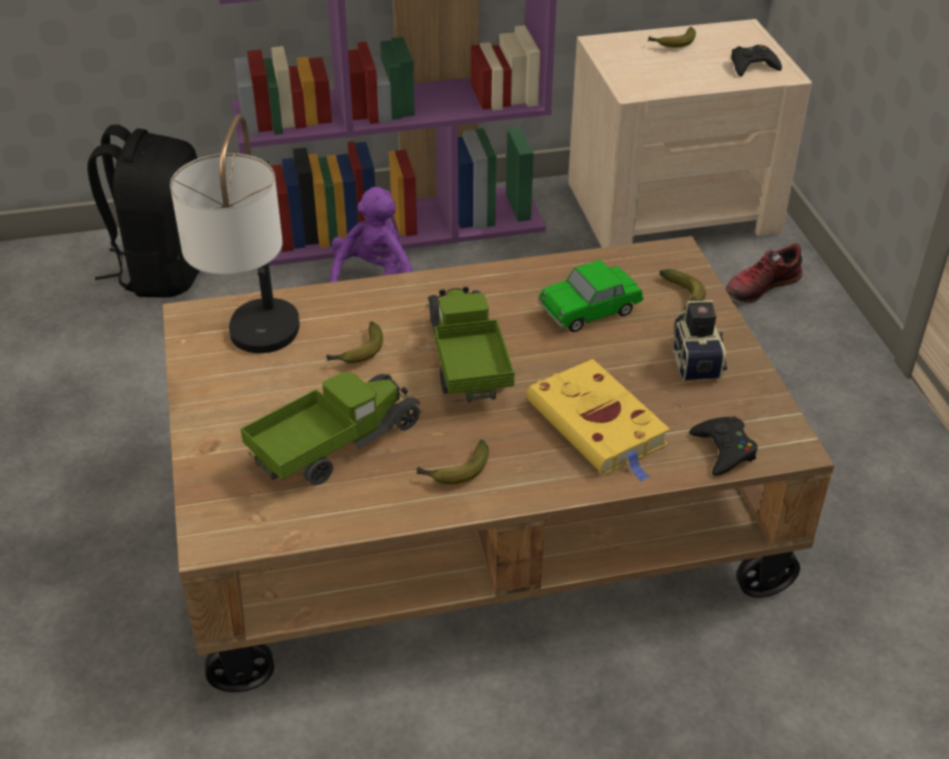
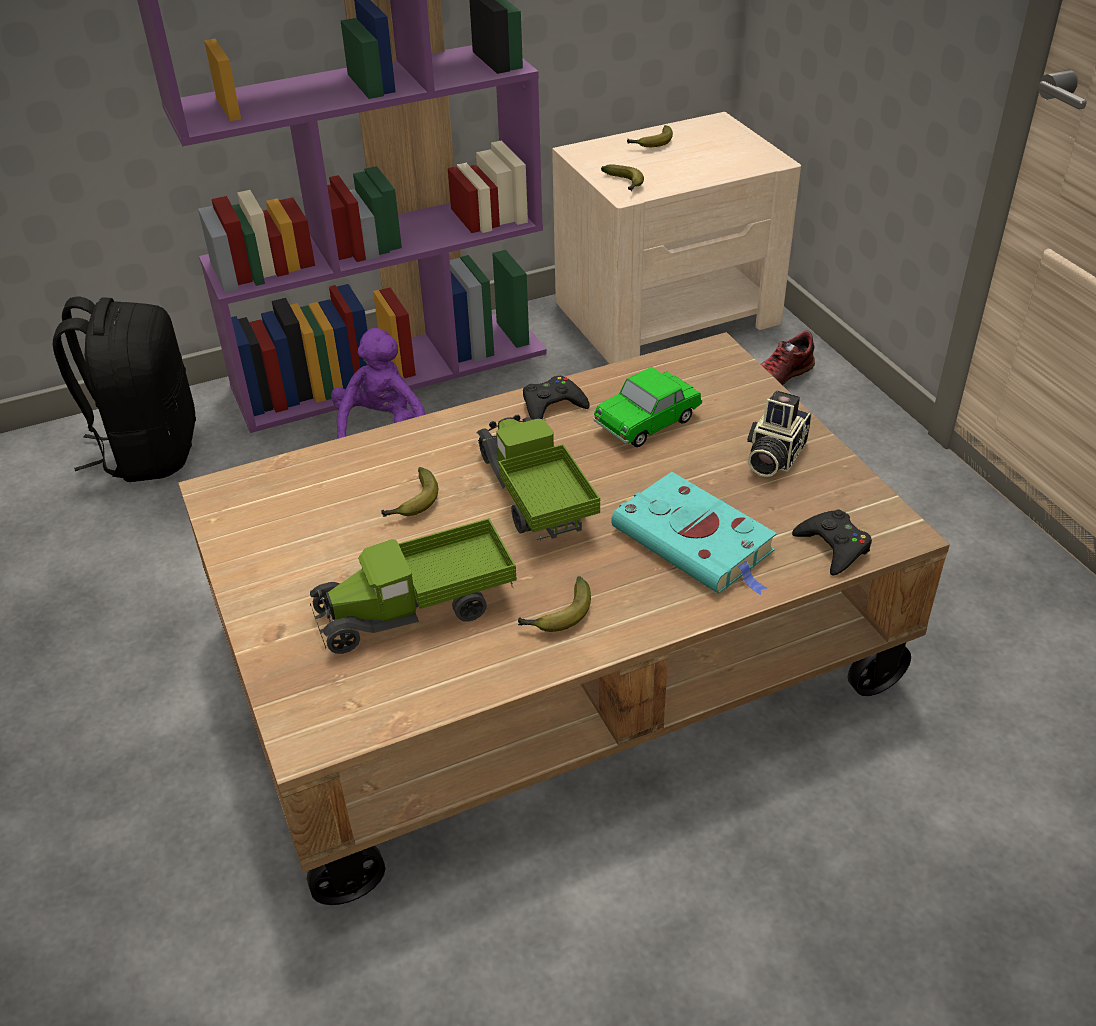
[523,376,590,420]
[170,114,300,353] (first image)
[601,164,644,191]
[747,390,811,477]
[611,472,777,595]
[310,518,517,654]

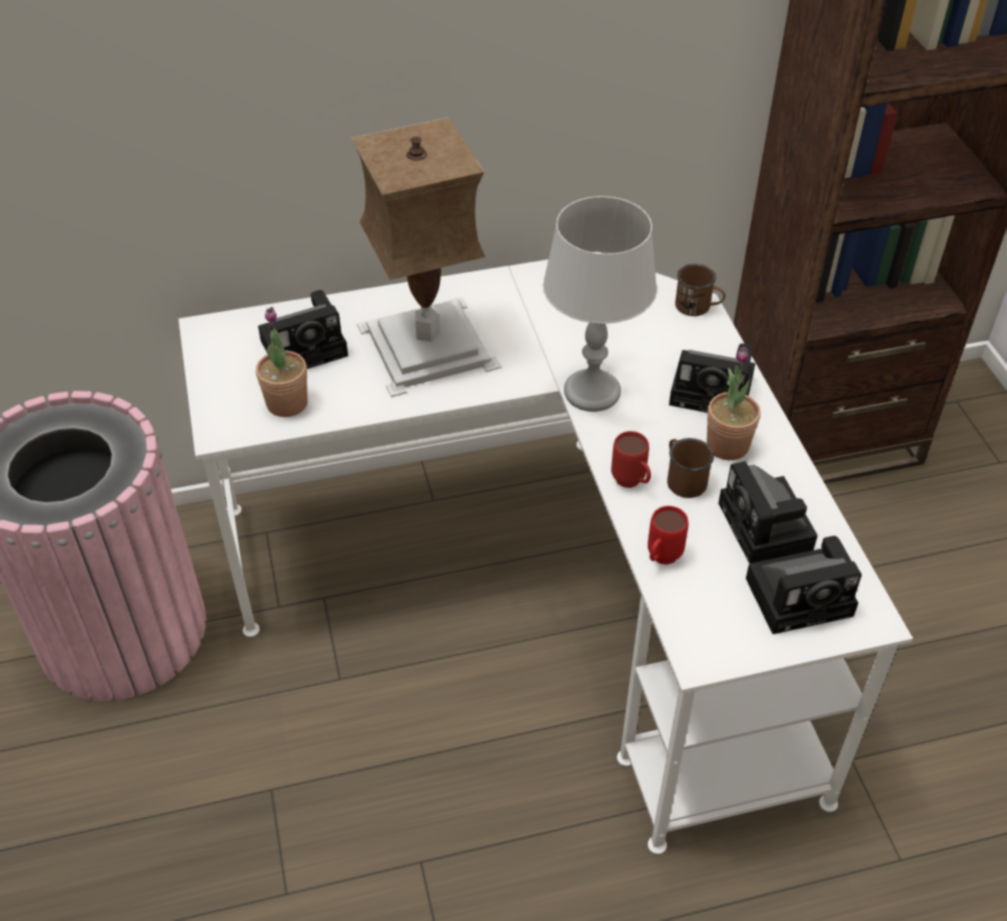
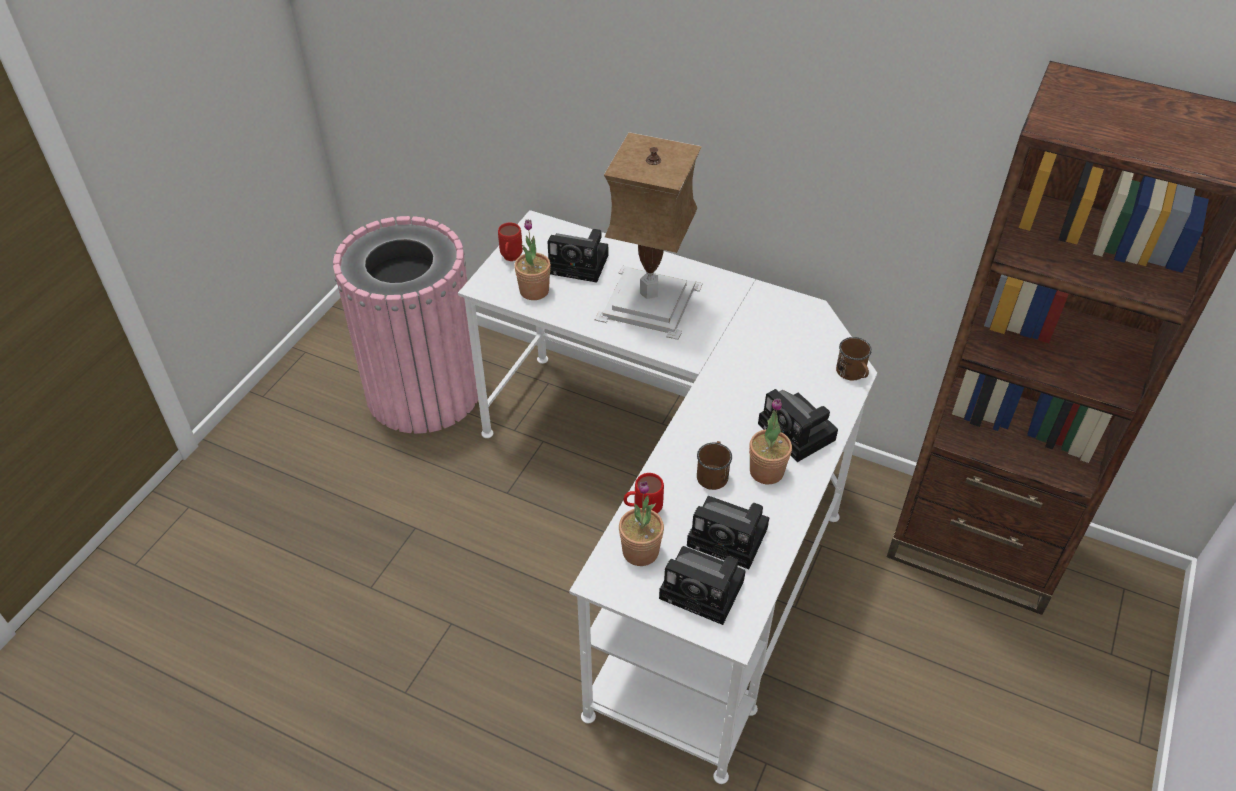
[543,196,657,412] (first image)
[498,223,523,261]
[687,496,769,569]
[619,481,664,566]

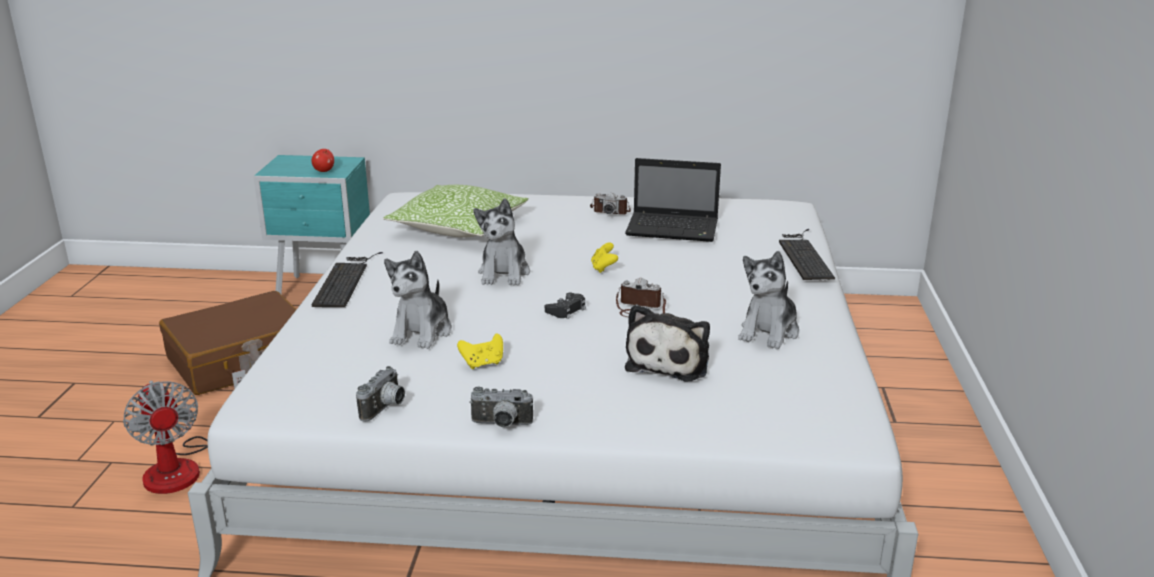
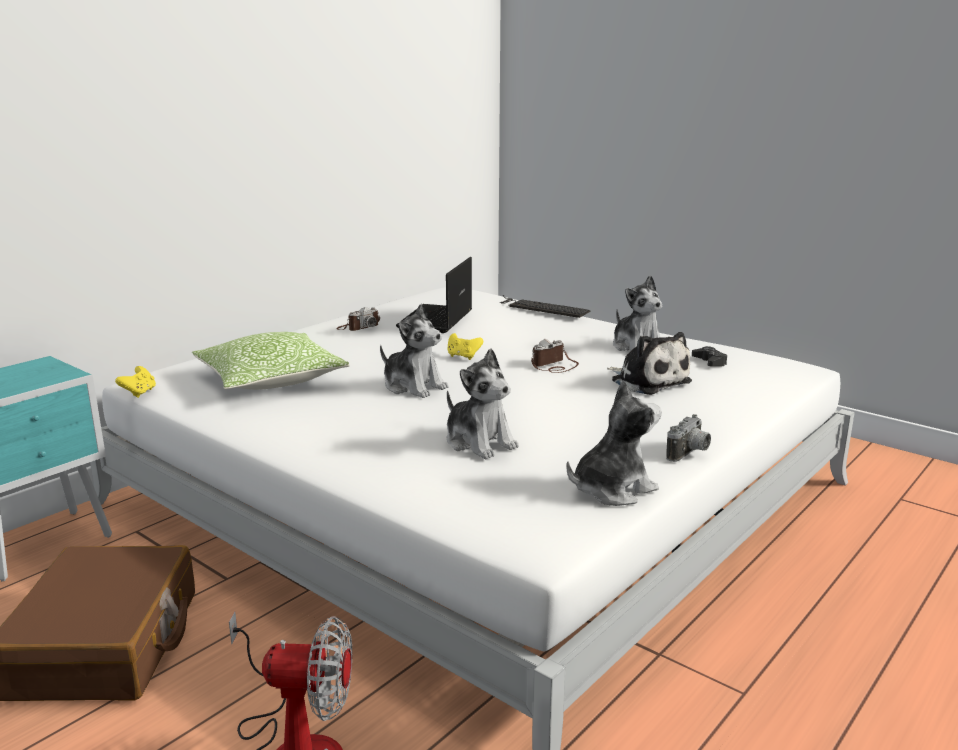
[311,149,334,172] (first image)
[396,257,472,333]
[312,252,383,307] (first image)
[692,346,727,367]
[115,366,156,398]
[566,380,662,506]

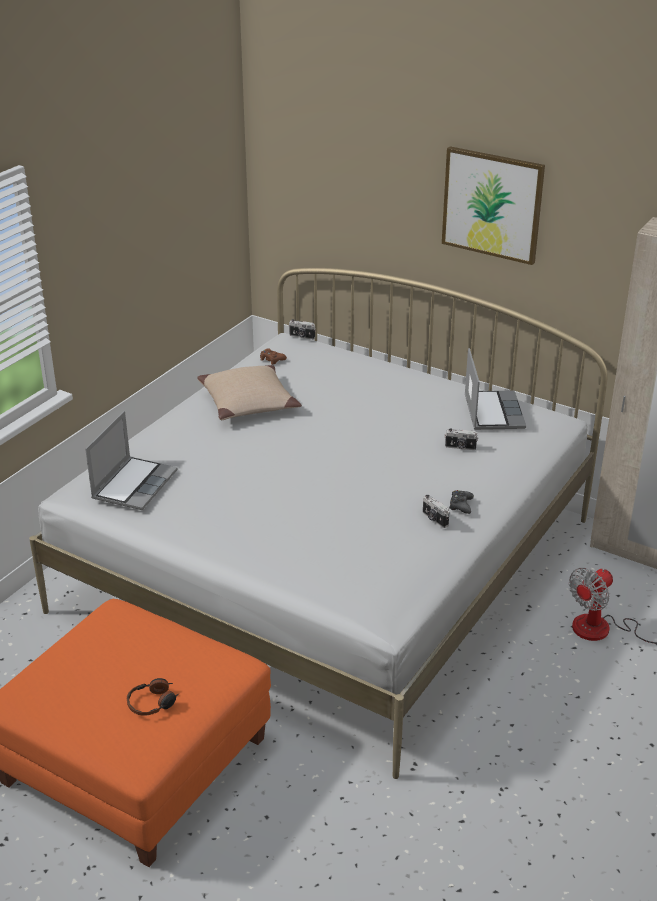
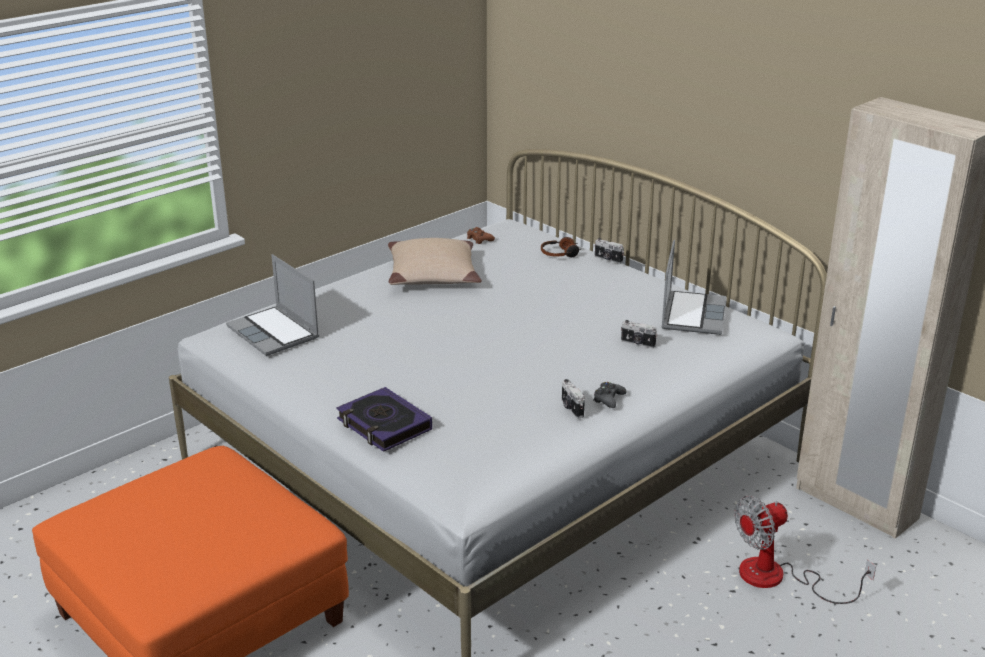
[442,146,545,265] (first image)
[595,238,624,264]
[226,254,319,356]
[541,237,581,257]
[336,387,432,452]

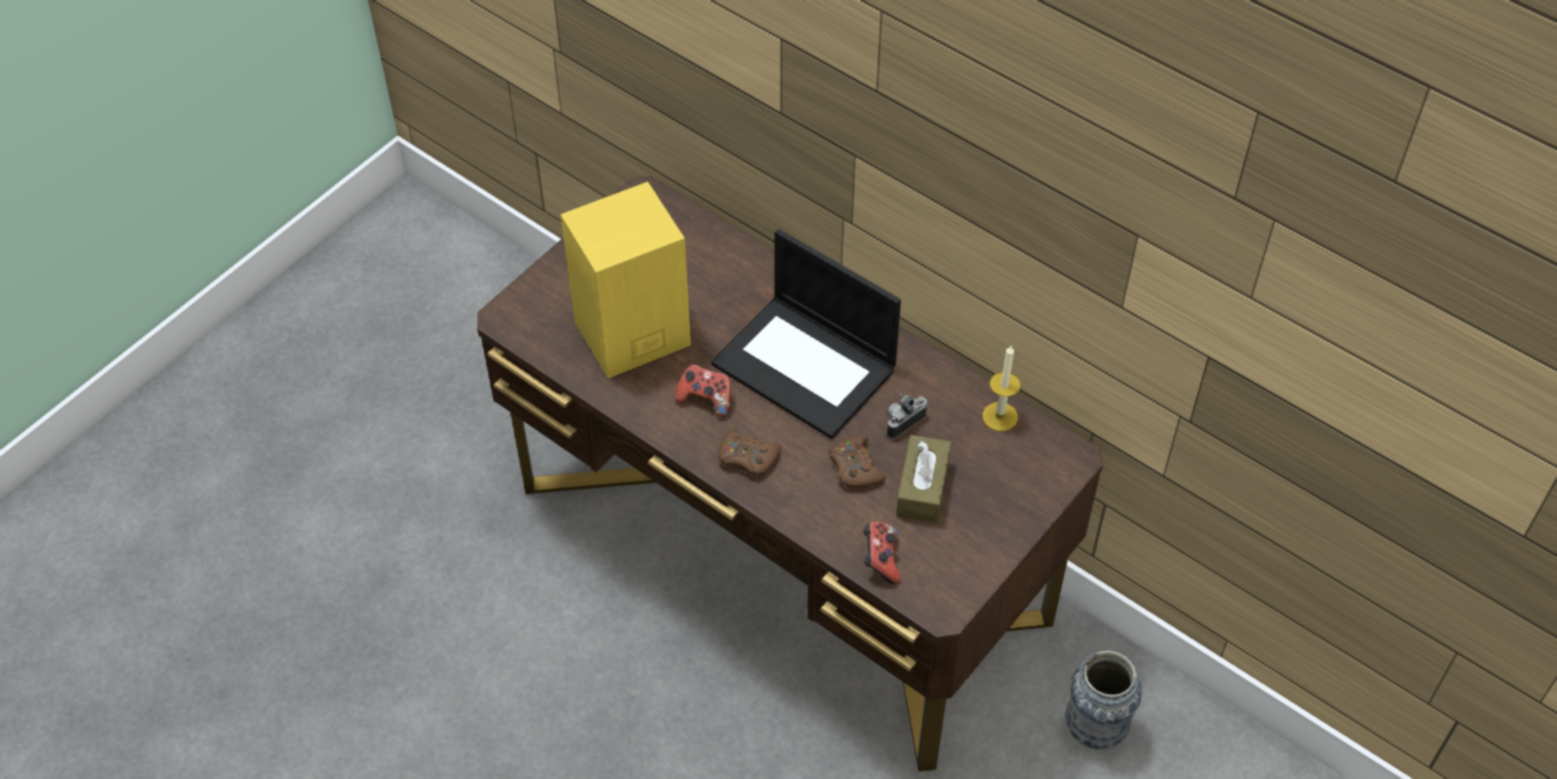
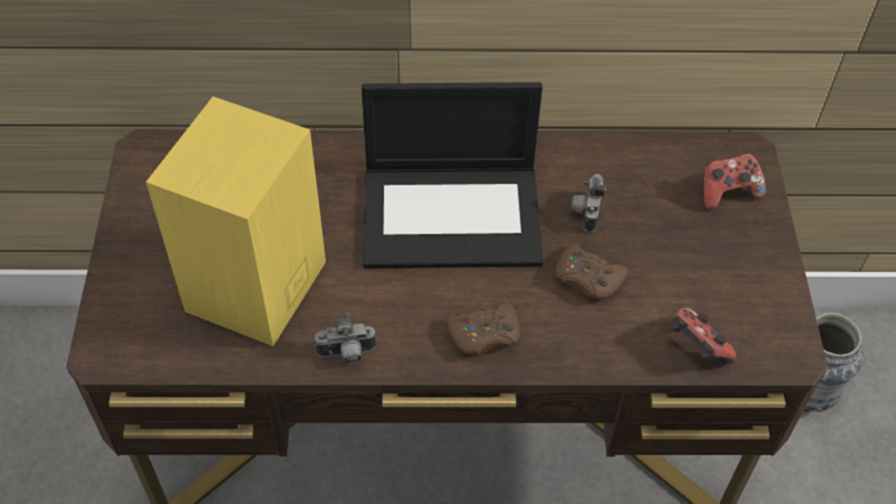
[982,346,1021,431] (first image)
[703,153,766,210]
[896,435,951,524] (first image)
[315,313,376,364]

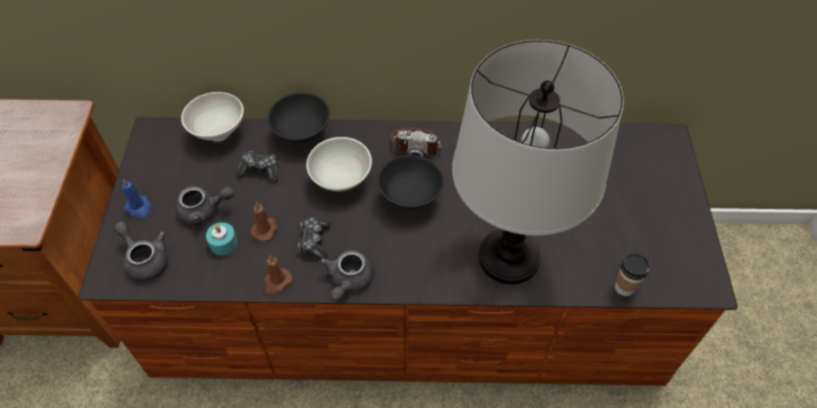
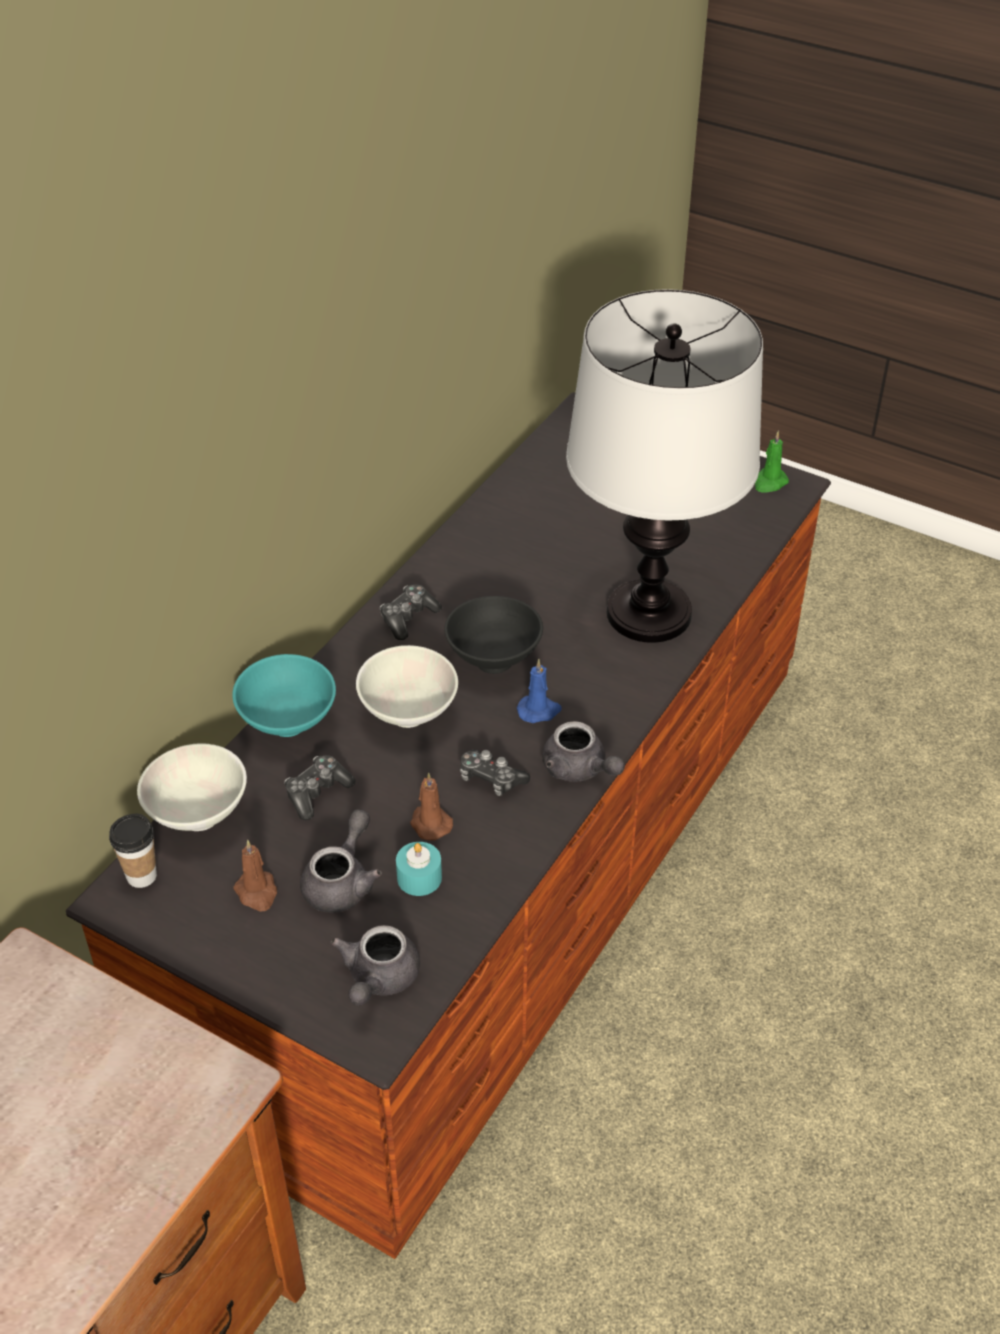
[232,654,336,737]
[380,585,442,640]
[517,659,562,723]
[331,925,420,1005]
[109,814,157,888]
[233,840,277,912]
[755,431,789,493]

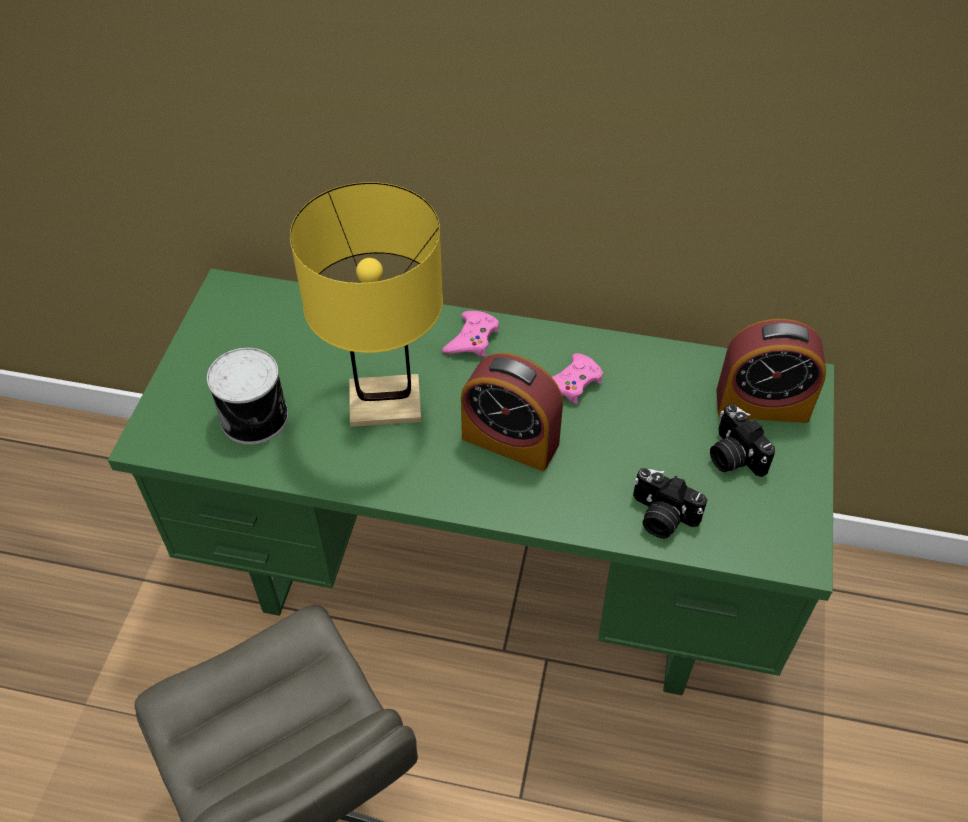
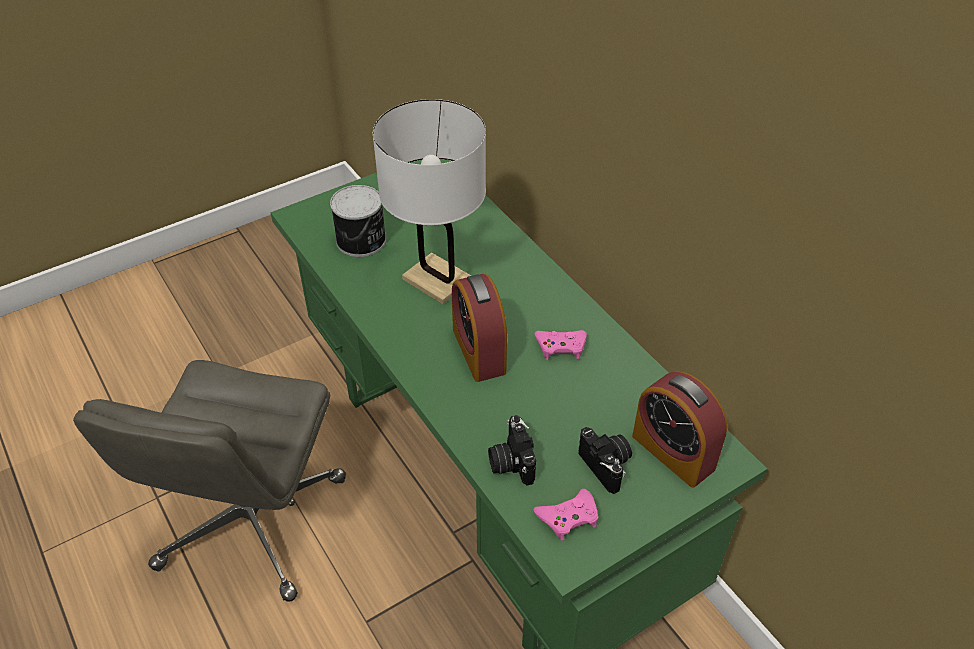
[373,99,486,304]
[533,489,598,541]
[579,427,632,494]

